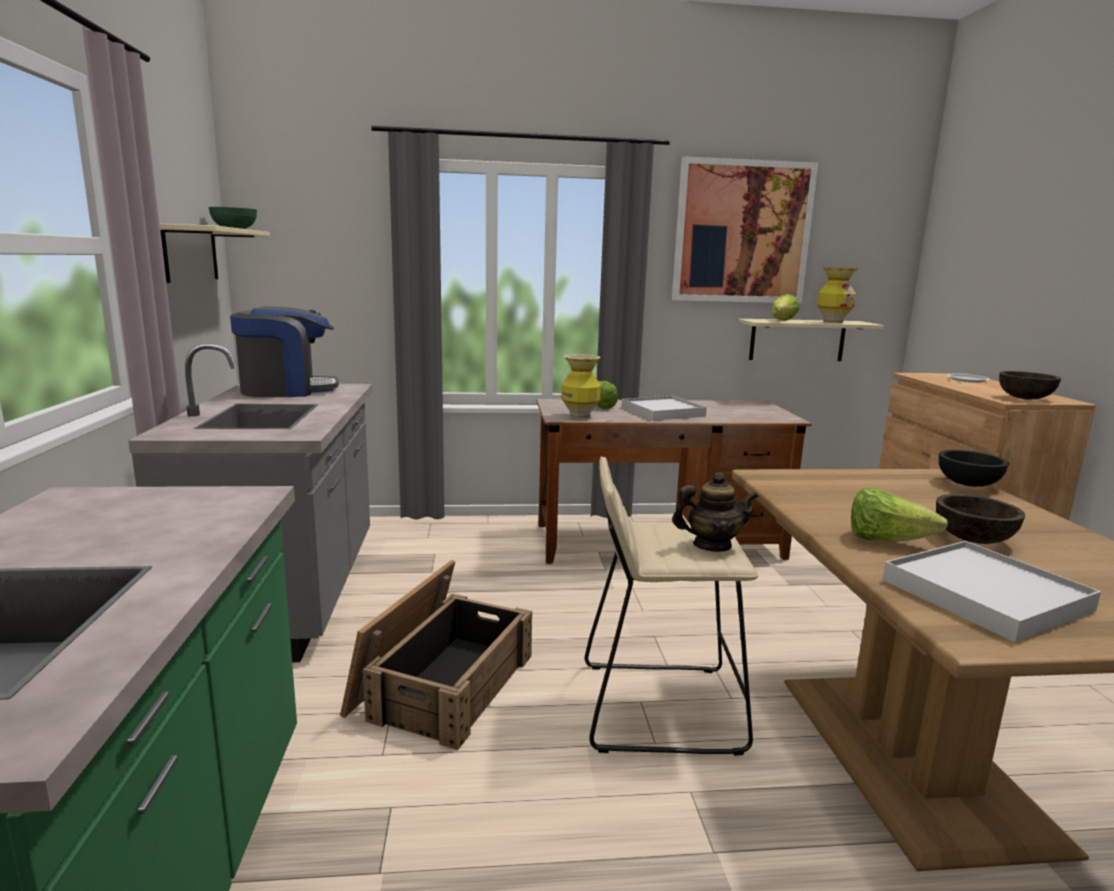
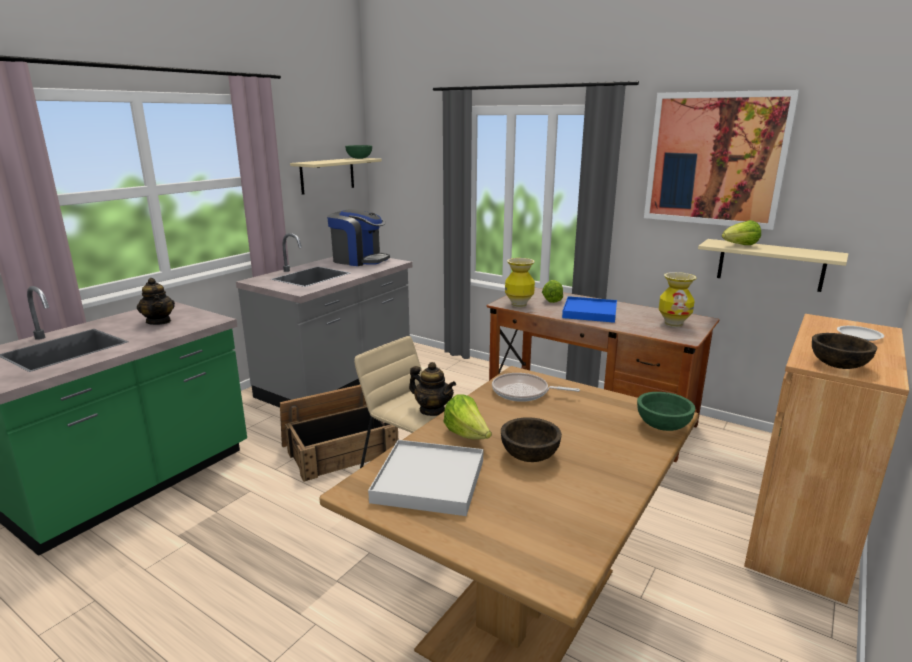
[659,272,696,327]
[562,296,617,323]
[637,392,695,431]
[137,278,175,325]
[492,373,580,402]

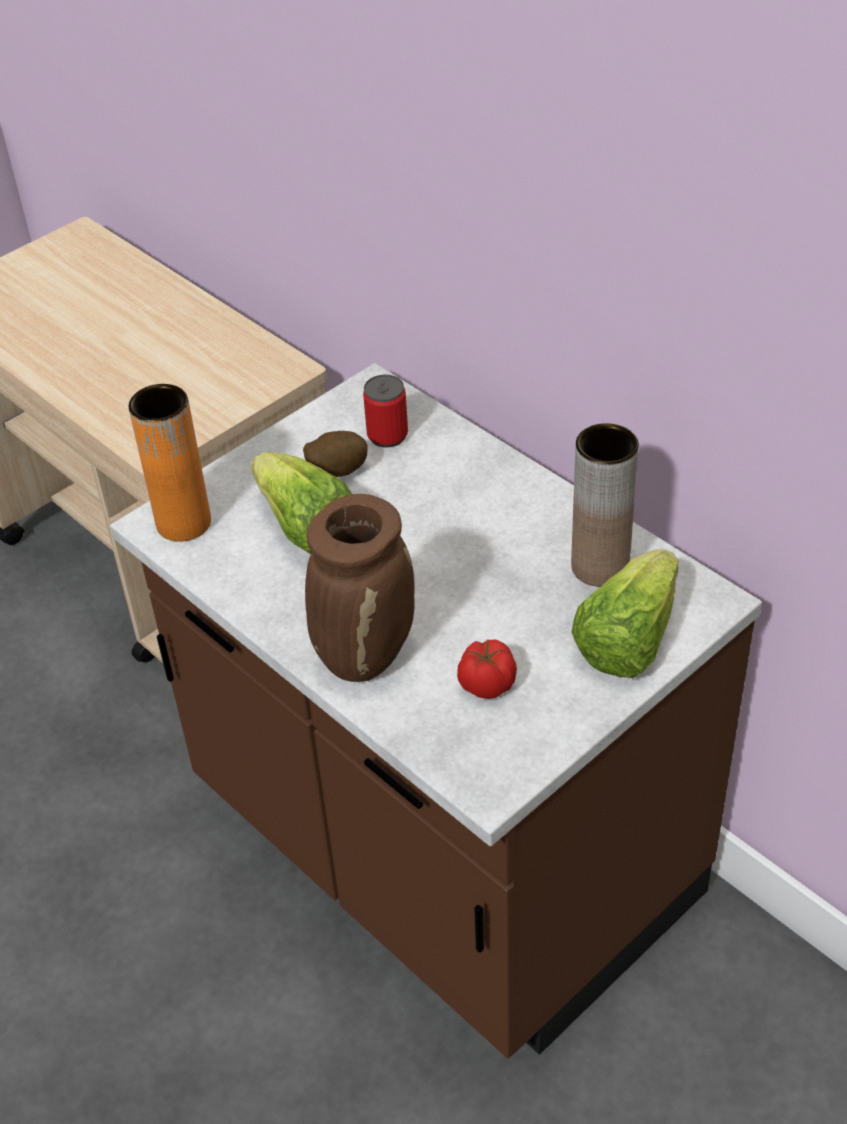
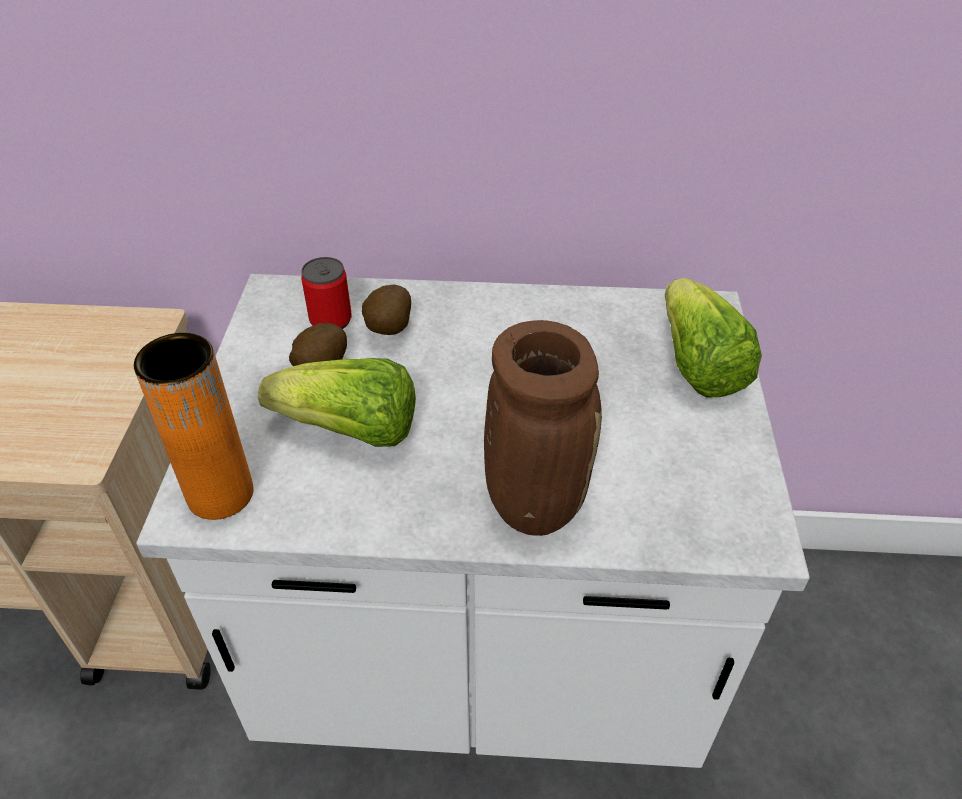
[136,274,810,768]
[571,423,639,587] (first image)
[457,640,517,699] (first image)
[362,285,411,335]

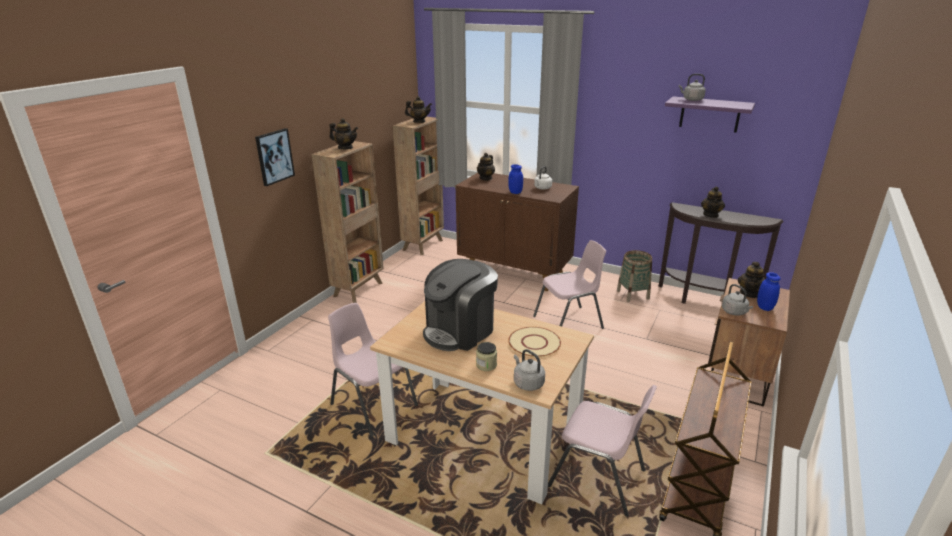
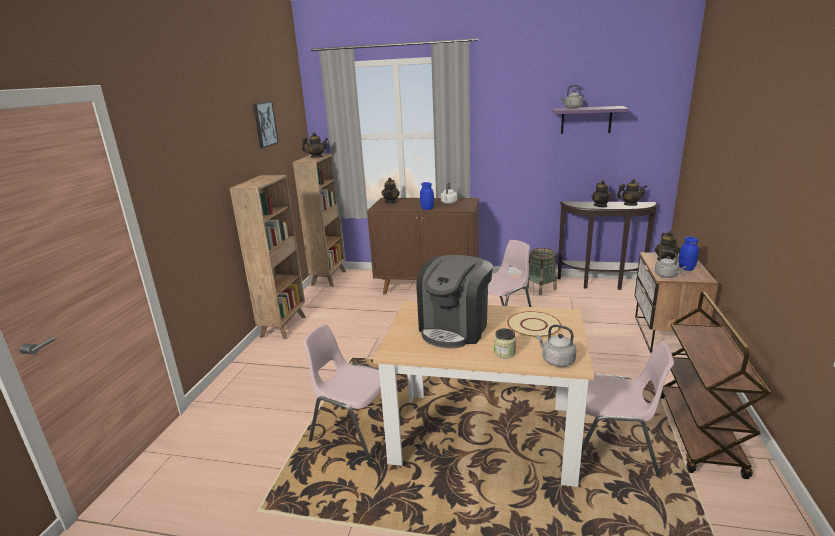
[617,179,647,206]
[253,101,279,148]

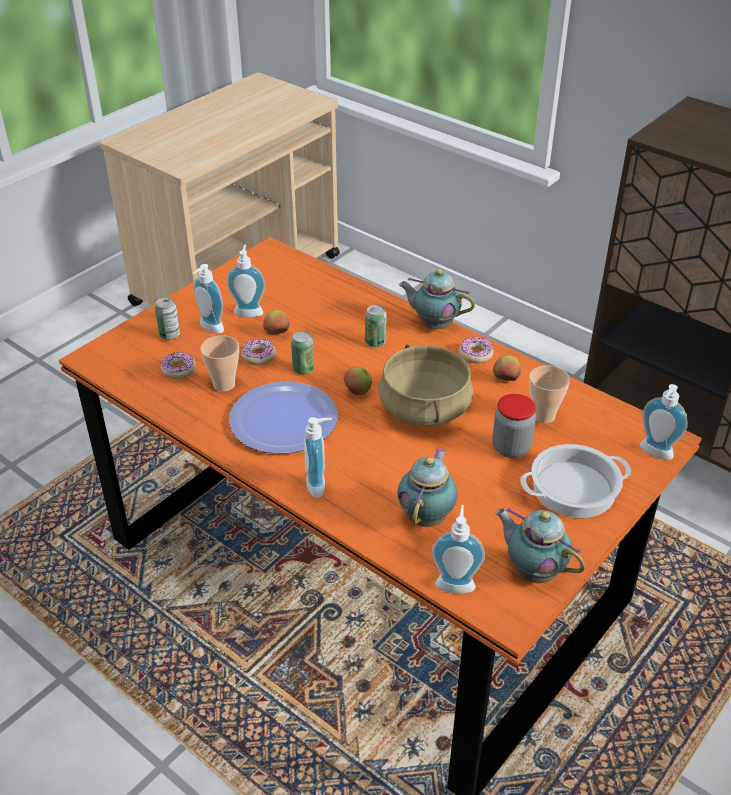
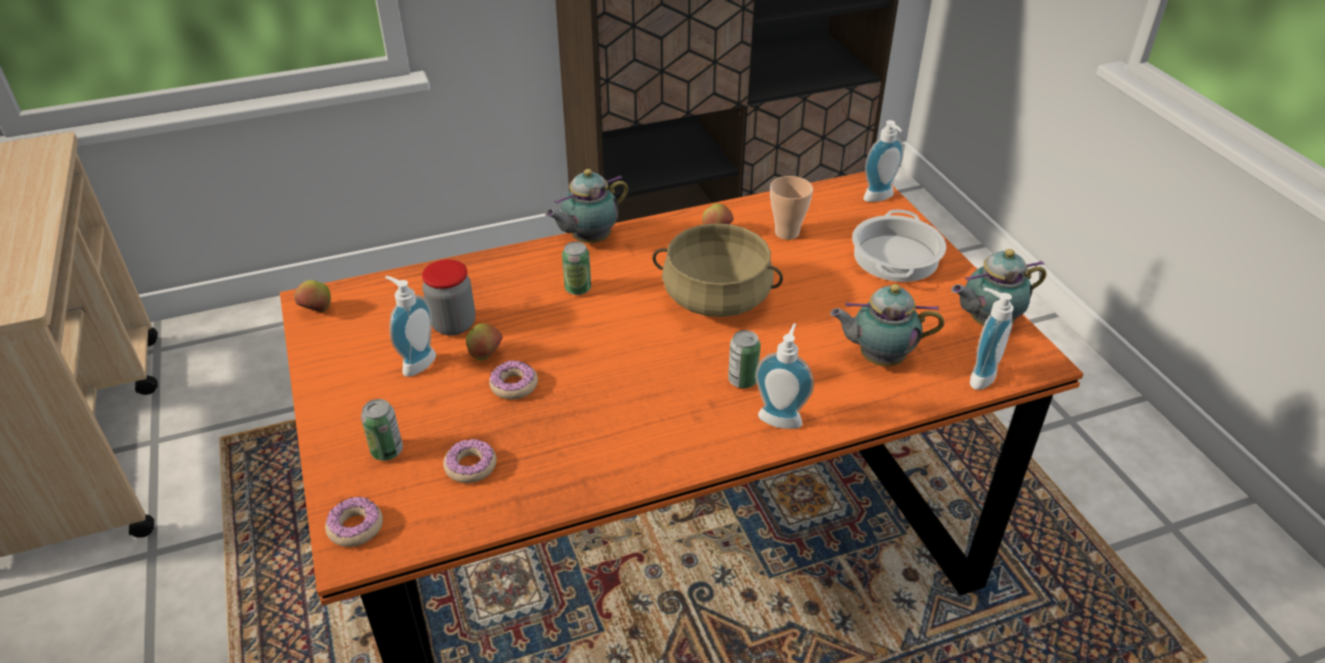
[193,264,224,334] (first image)
[728,330,761,388]
[200,335,239,392] (first image)
[325,496,383,547]
[294,280,331,312]
[229,381,338,454] (first image)
[422,260,475,335]
[830,284,944,366]

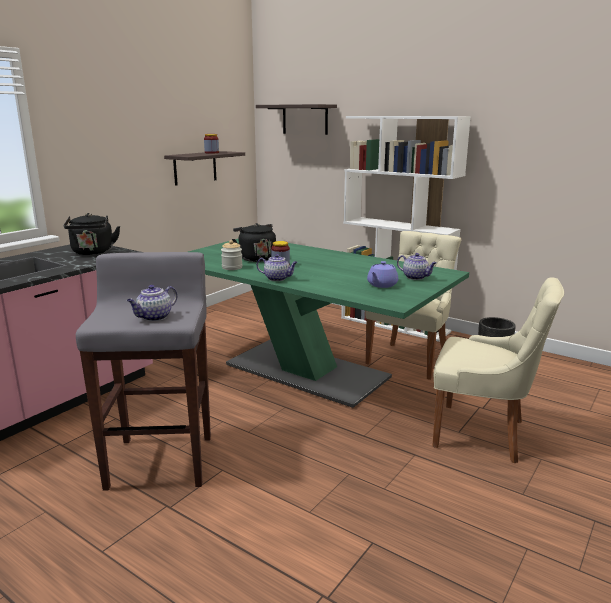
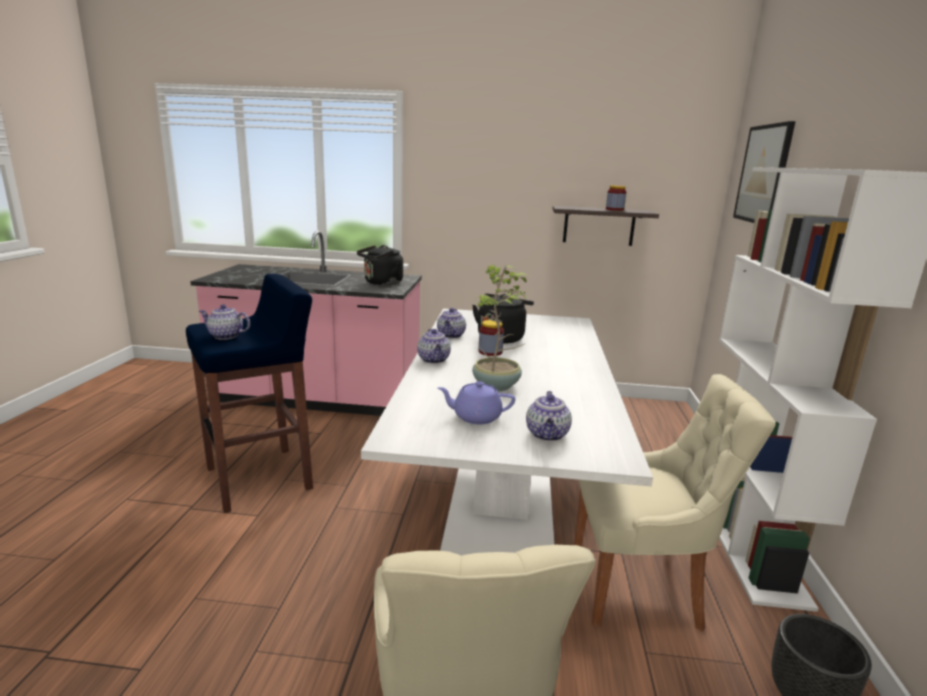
[733,121,796,223]
[361,309,653,556]
[437,308,466,338]
[186,274,313,513]
[472,264,530,391]

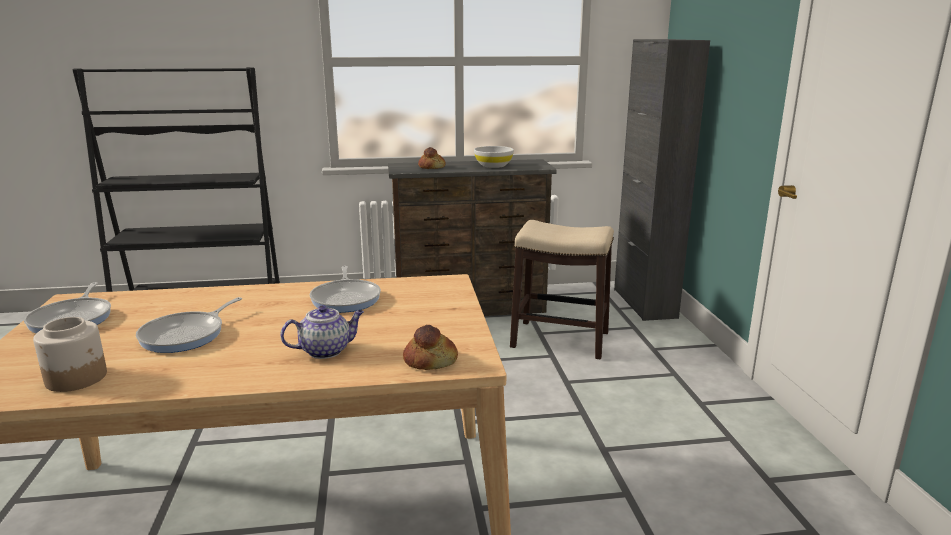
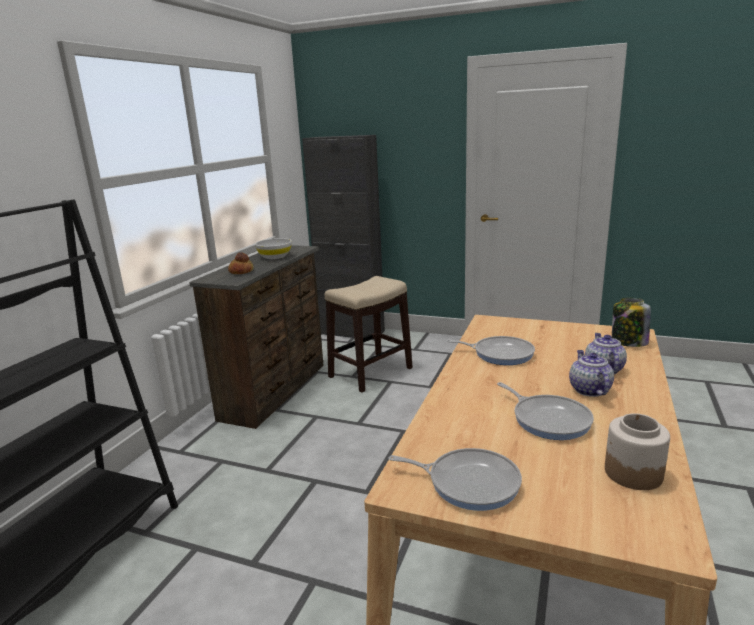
[612,298,651,347]
[569,350,614,397]

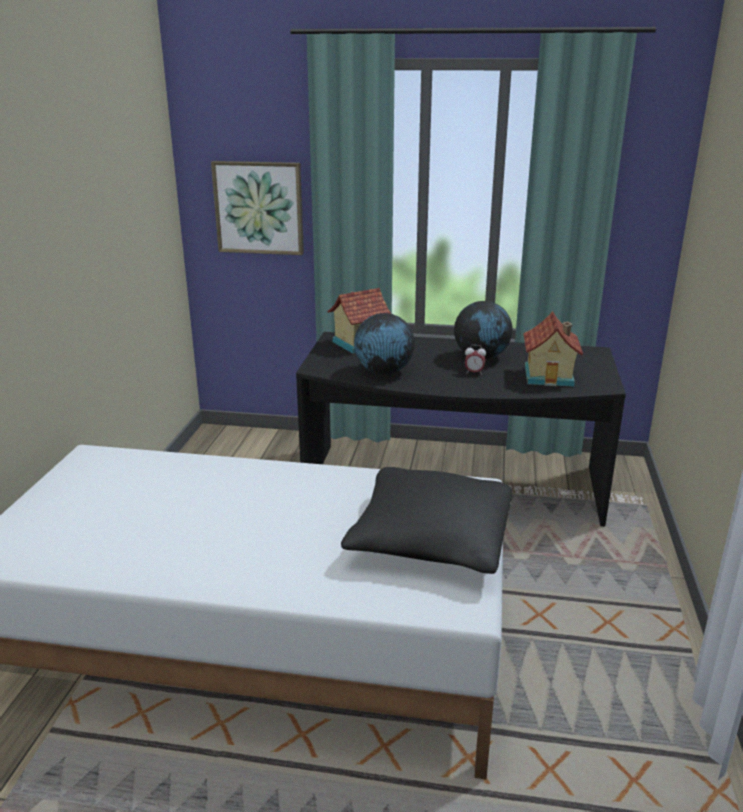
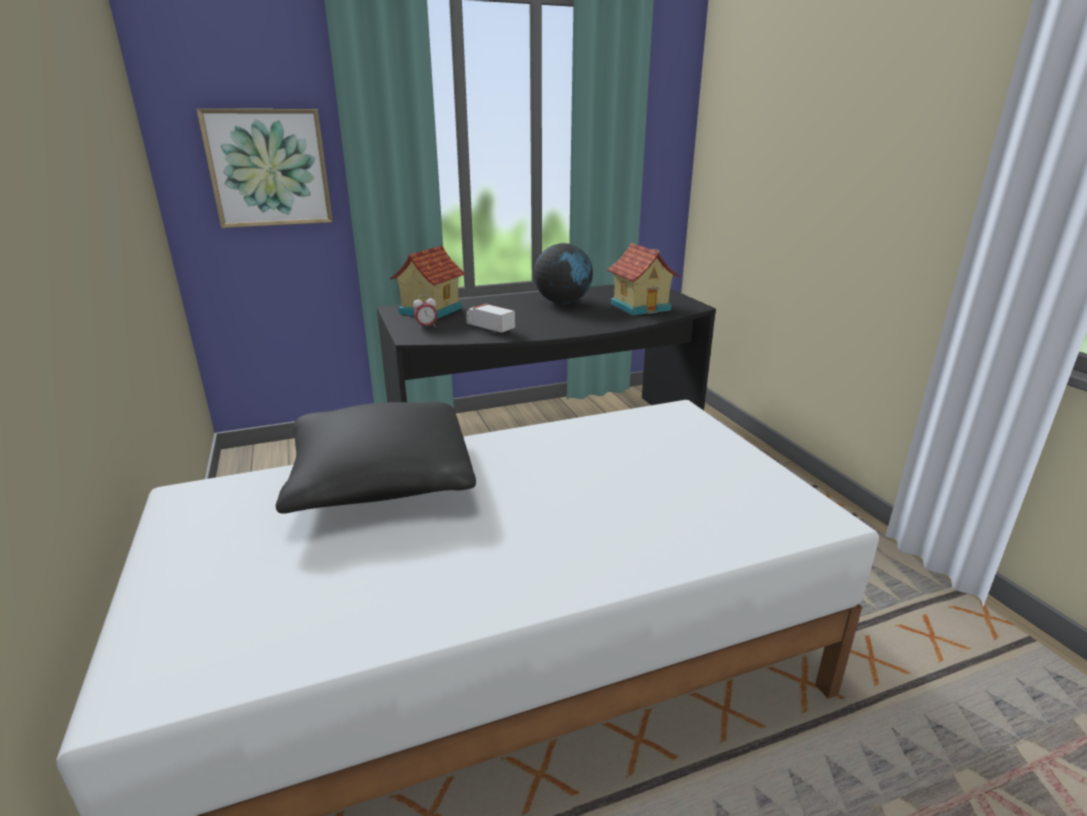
[466,303,515,333]
[413,295,437,329]
[276,402,476,514]

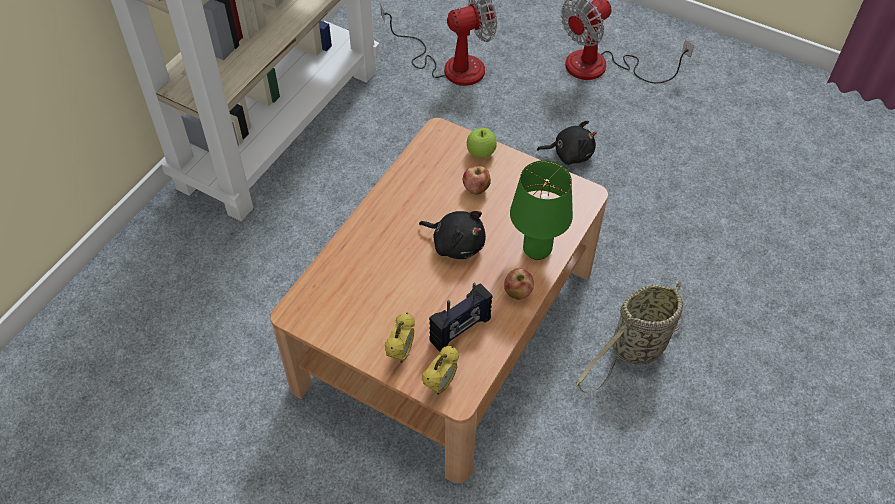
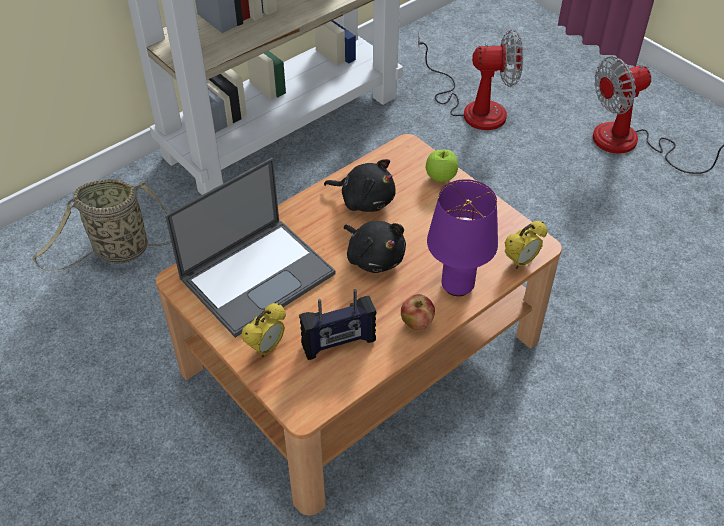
[324,159,396,212]
[427,179,498,296]
[463,165,491,194] (first image)
[32,179,171,272]
[505,221,547,269]
[165,158,336,338]

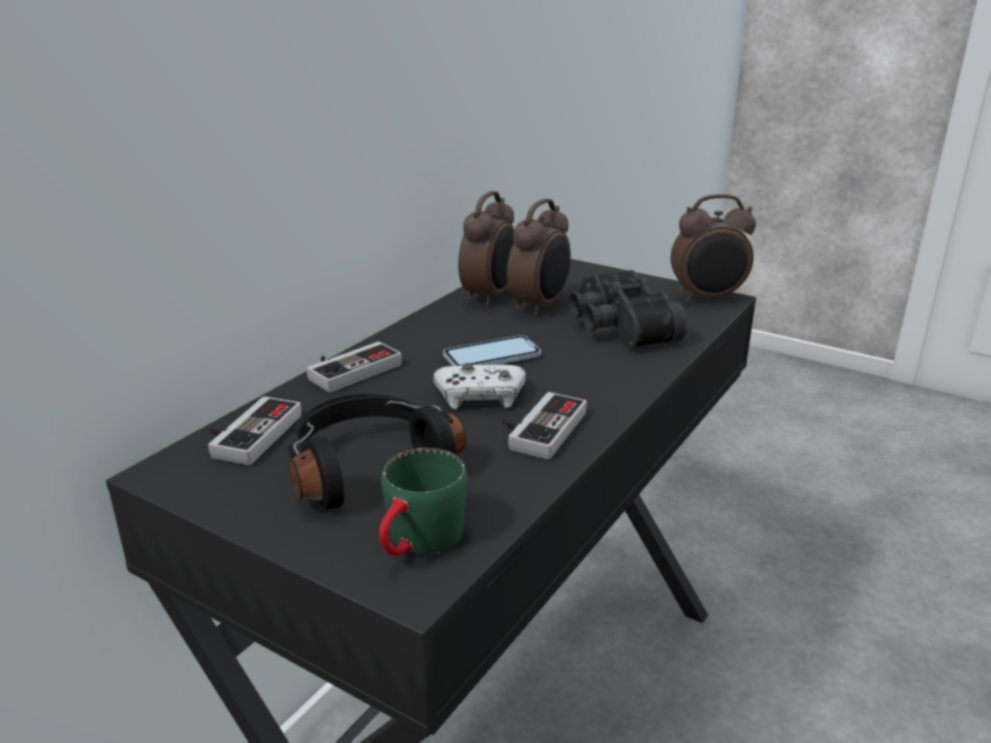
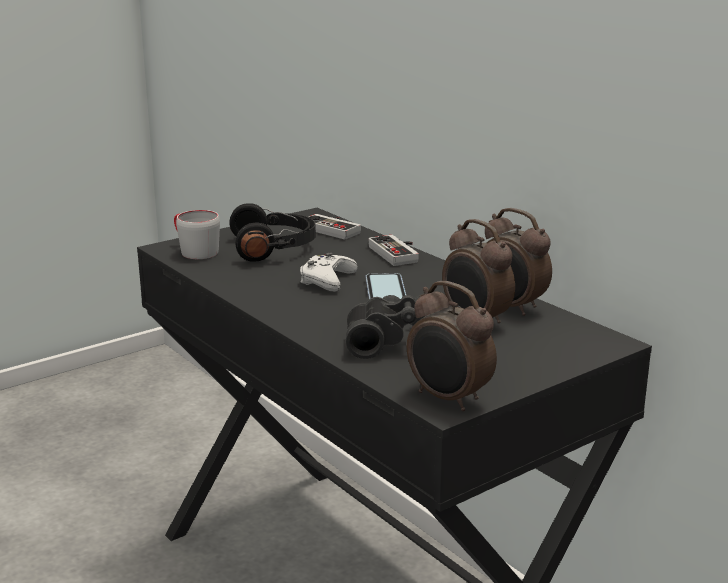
[407,281,497,411]
[502,392,587,460] (first image)
[174,210,220,259]

